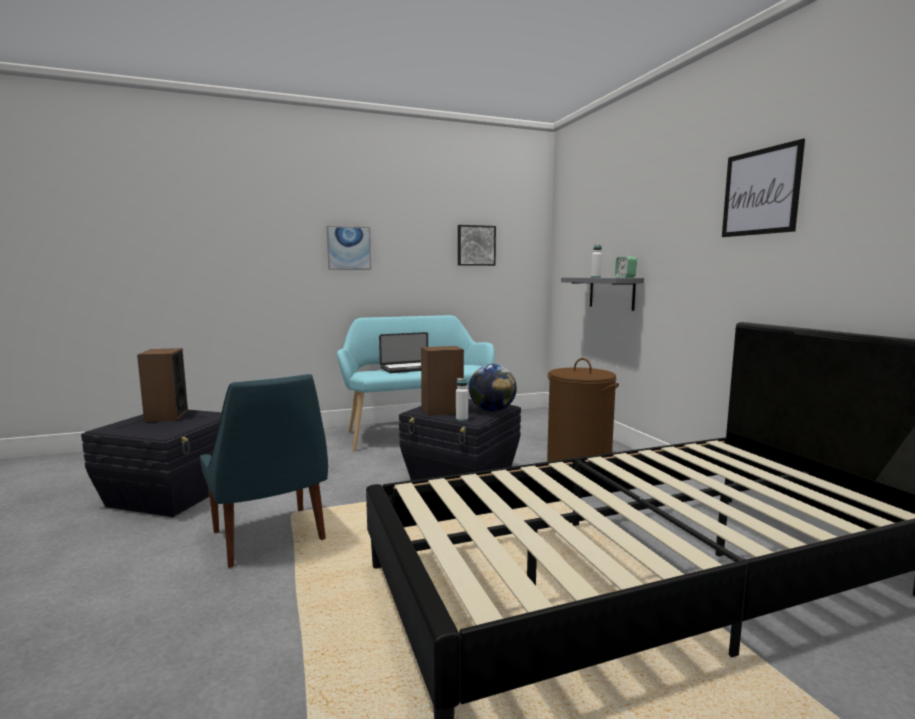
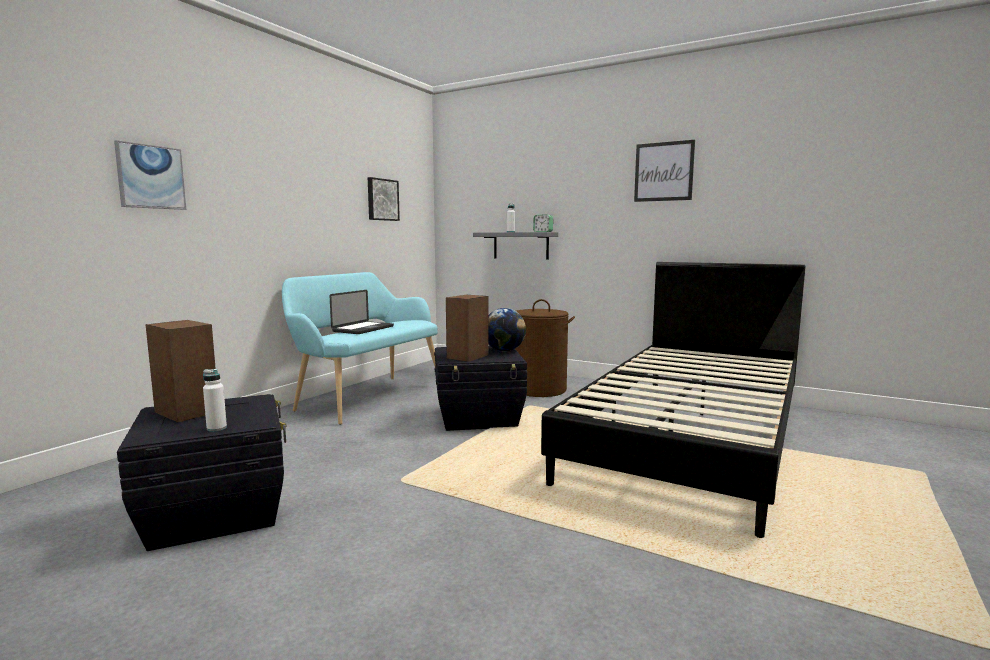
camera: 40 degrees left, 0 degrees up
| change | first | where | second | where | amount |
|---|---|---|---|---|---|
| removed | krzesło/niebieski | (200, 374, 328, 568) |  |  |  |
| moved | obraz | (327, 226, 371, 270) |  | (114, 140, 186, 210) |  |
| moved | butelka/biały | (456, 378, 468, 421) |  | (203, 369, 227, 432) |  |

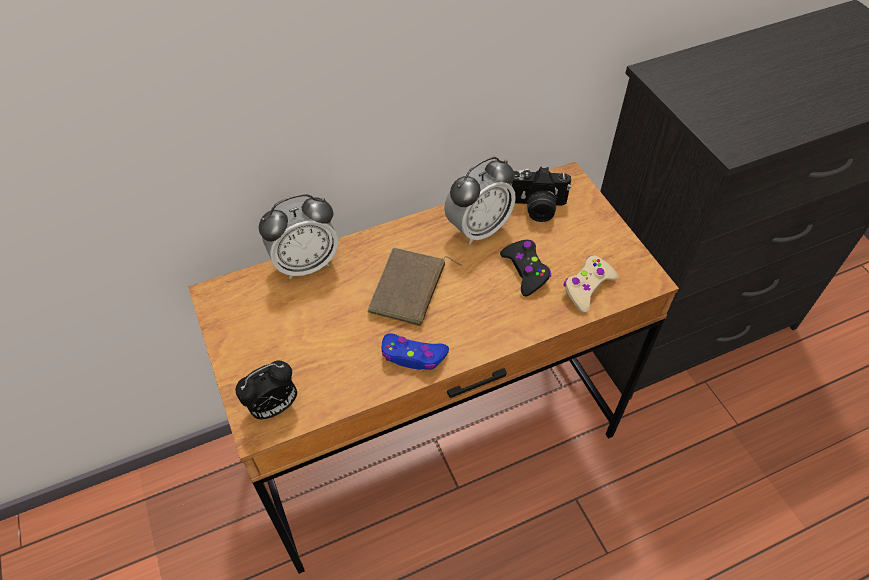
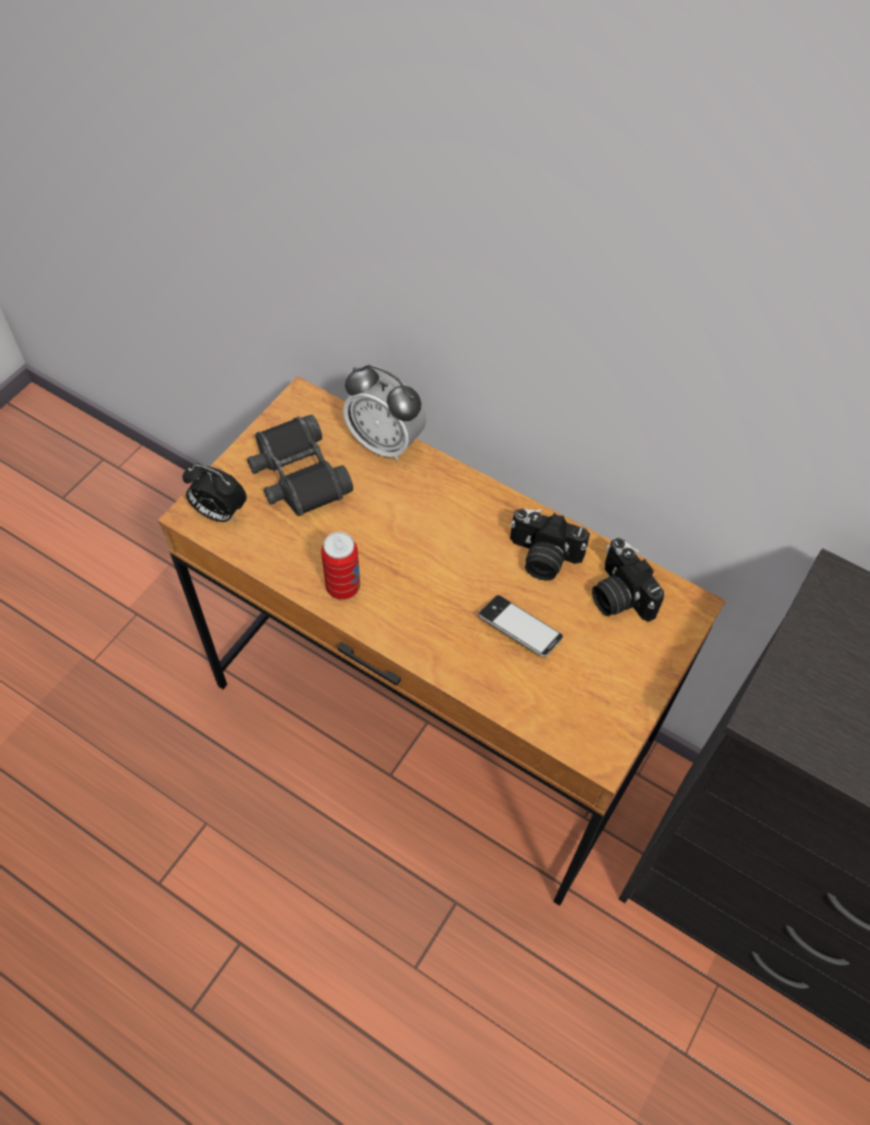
camera: 55 degrees right, 5 degrees up
| change | first | where | second | where | amount |
|---|---|---|---|---|---|
| removed | książka/brązowy | (367, 248, 462, 326) |  |  |  |
| replaced | pad do gier/niebieski | (382, 333, 449, 370) | puszka | (321, 532, 360, 600) |  |
| replaced | budzik | (444, 157, 516, 245) | aparat fotograficzny | (510, 509, 590, 581) |  |
| replaced | pad do gier/czarny | (500, 240, 551, 296) | telefon | (478, 595, 563, 657) |  |
| removed | pad do gier/beżowy | (564, 256, 618, 313) |  |  |  |
| added |  |  | lornetka/czarny | (247, 415, 353, 516) |  |

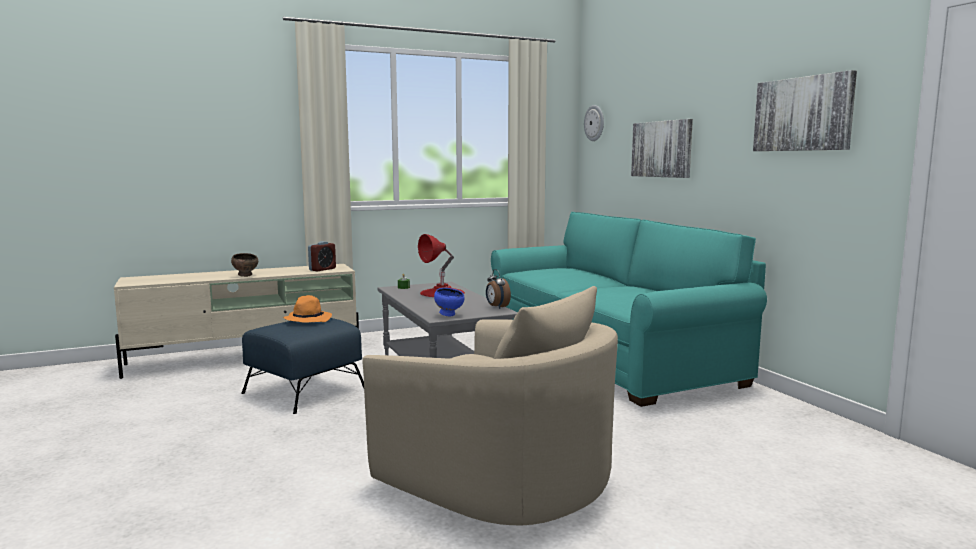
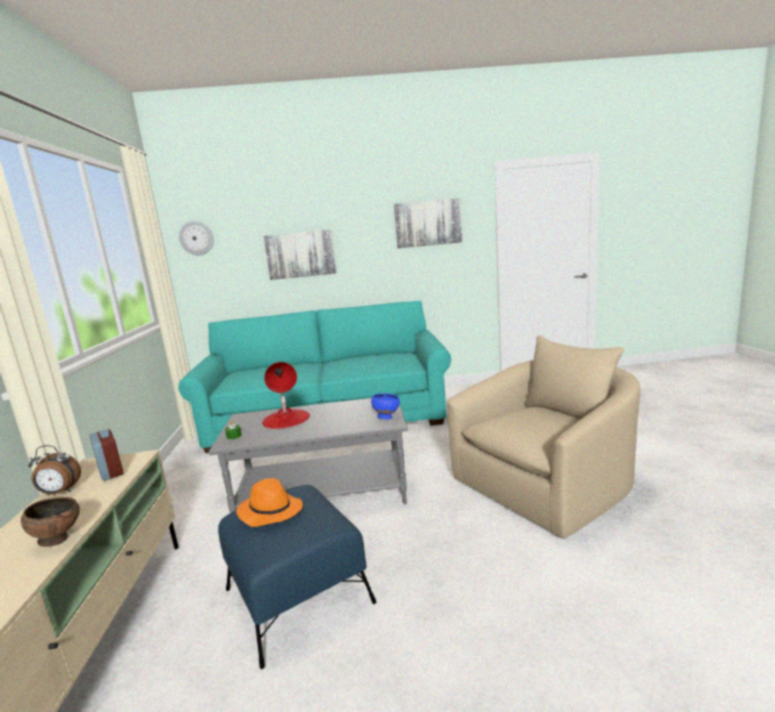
camera: 70 degrees left, 5 degrees up
| change | first | where | second | where | amount |
|---|---|---|---|---|---|
| moved | budzik | (486, 269, 511, 309) |  | (28, 445, 81, 495) |  |

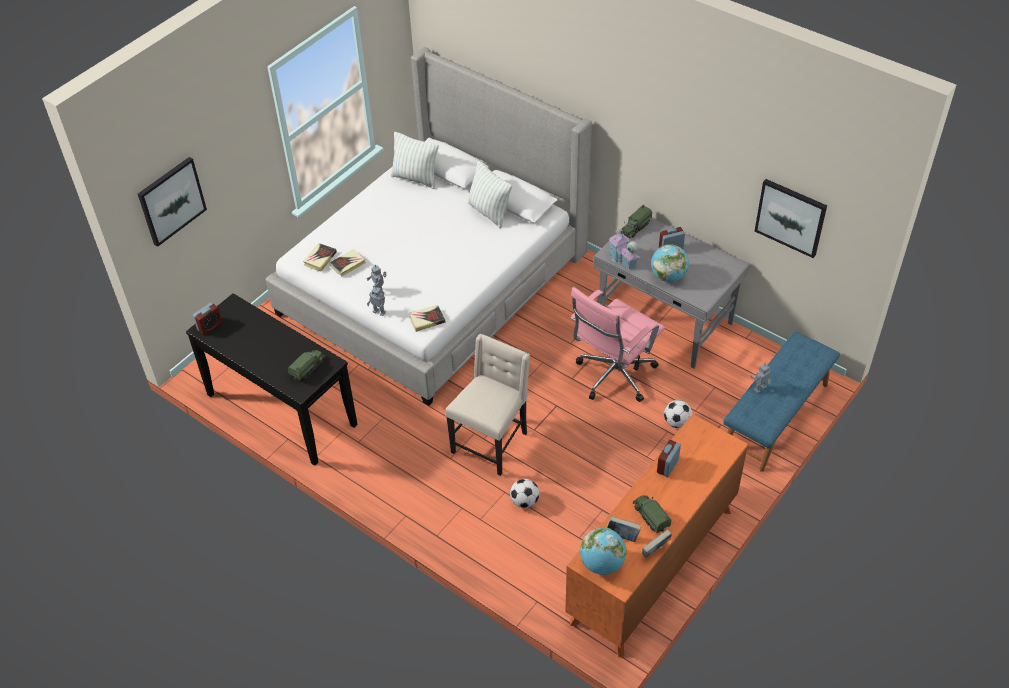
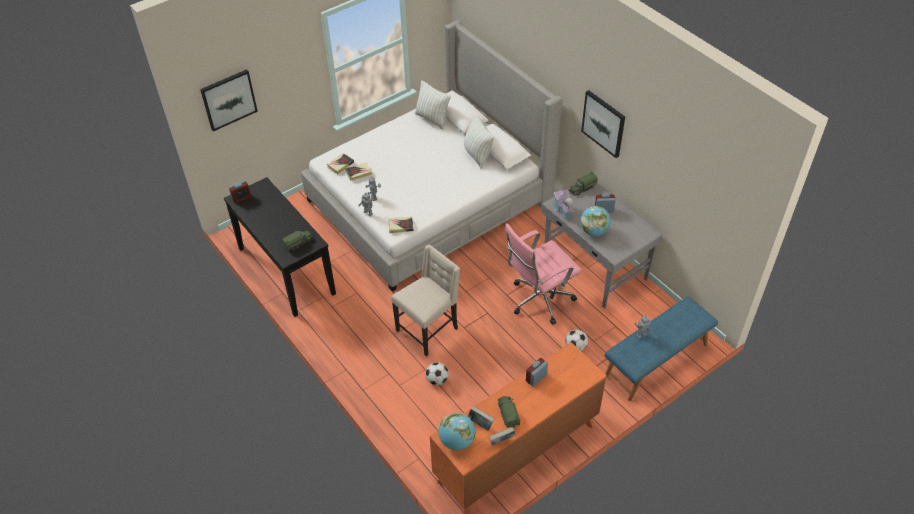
camera: 15 degrees right, 0 degrees up
| change | first | where | second | where | amount |
|---|---|---|---|---|---|
| moved | obraz | (755, 179, 827, 258) |  | (581, 90, 625, 158) |  |

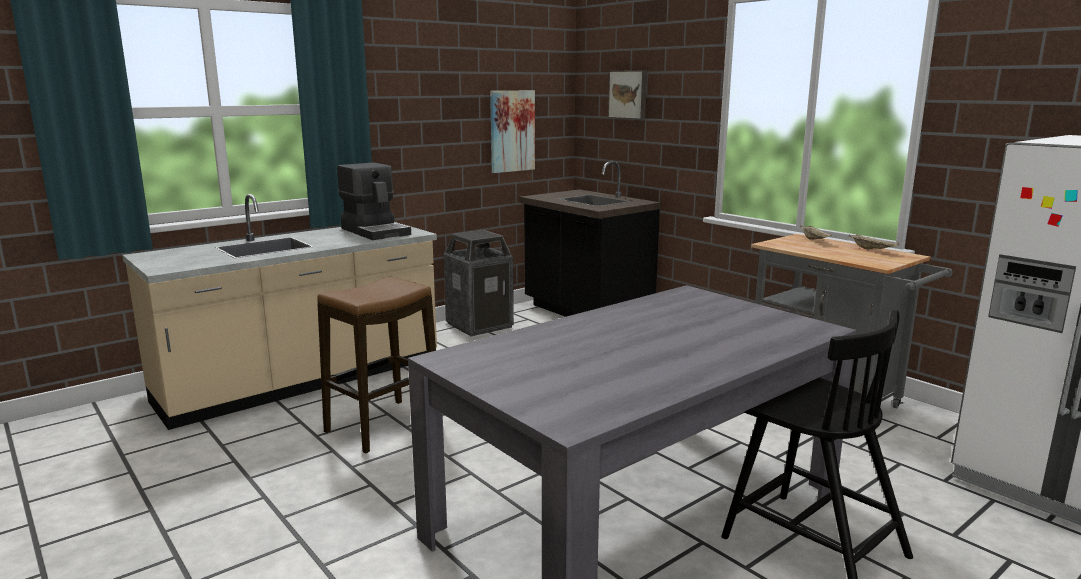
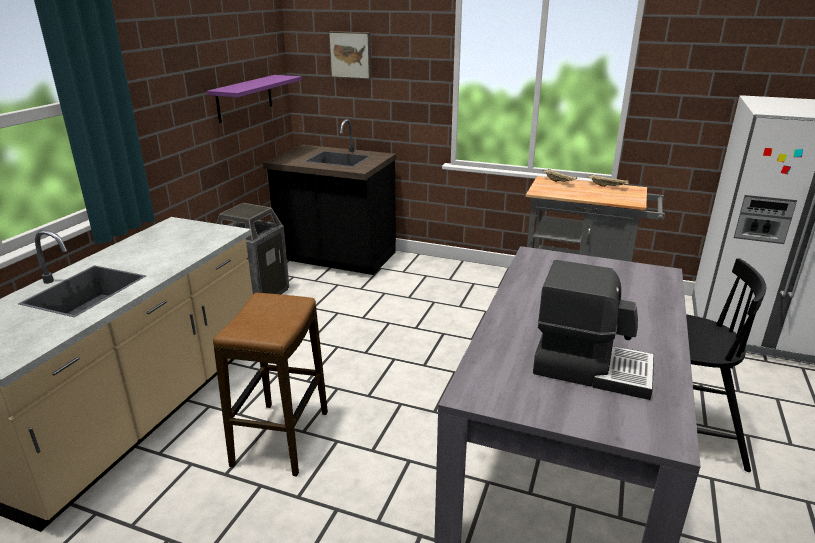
camera: 30 degrees left, 10 degrees up
| change | first | where | second | where | amount |
|---|---|---|---|---|---|
| moved | ekspres do kawy | (337, 163, 411, 240) |  | (533, 260, 654, 400) |  |
| replaced | obraz | (490, 91, 535, 173) | półka/fioletowy | (207, 75, 302, 123) |  |

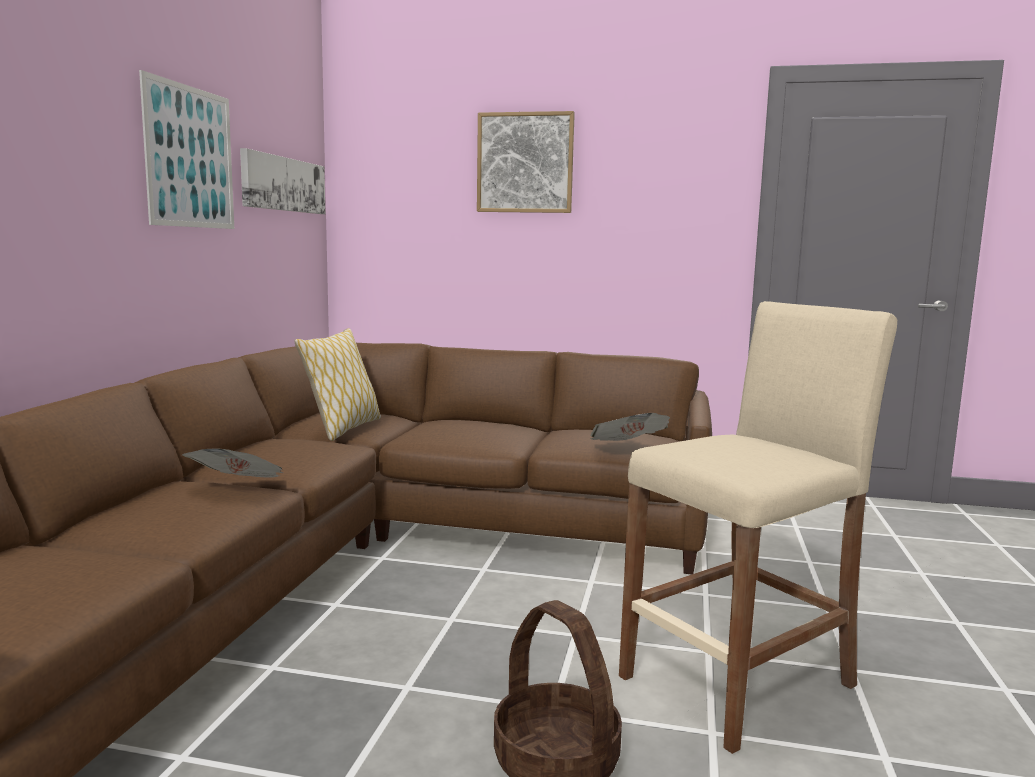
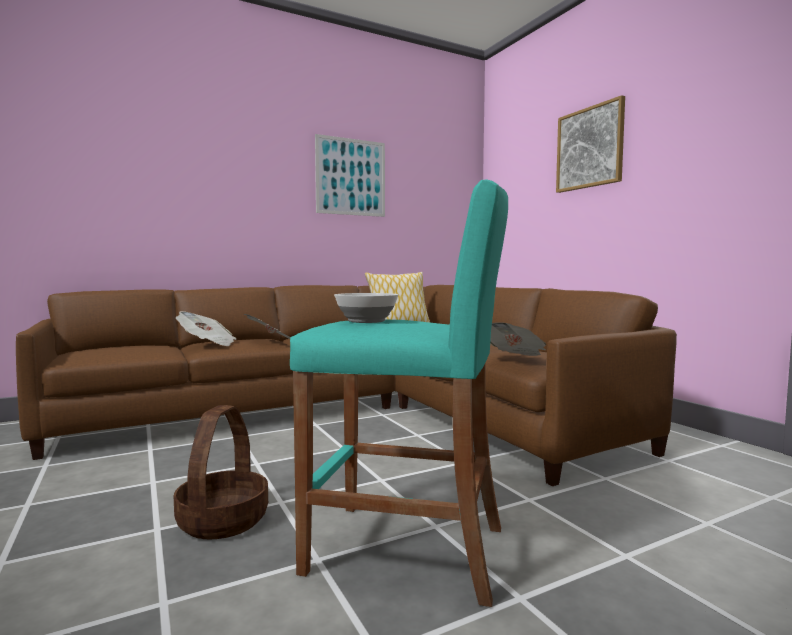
camera: 50 degrees right, 5 degrees down
| change | first | where | second | where | amount |
|---|---|---|---|---|---|
| removed | obraz | (240, 148, 325, 214) |  |  |  |
| recoloured | stołek/beżowy | (619, 301, 897, 754) | stołek/turkusowy | (290, 179, 508, 607) |  |
| added |  |  | gazeta | (176, 311, 237, 346) |  |
| added |  |  | miska | (334, 293, 398, 323) |  |

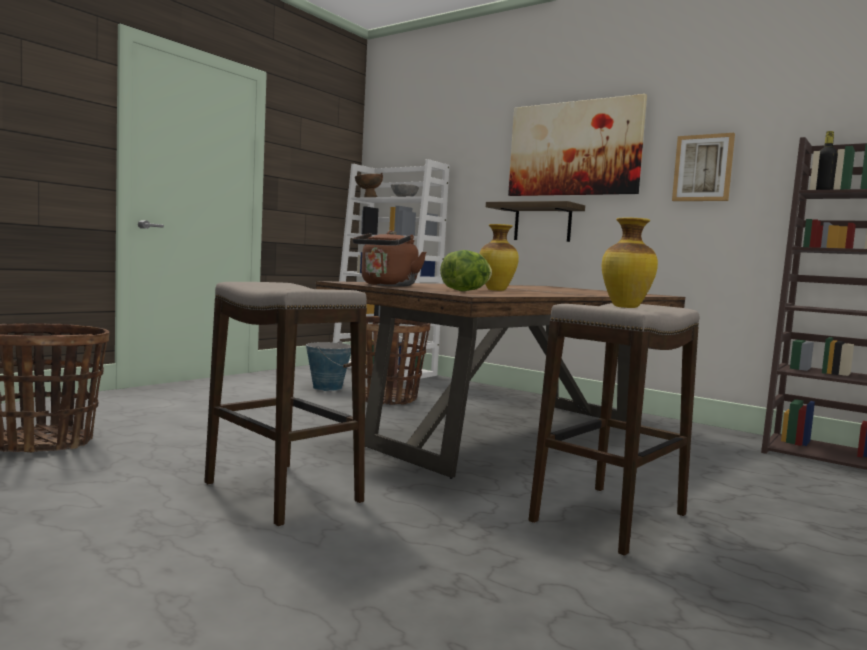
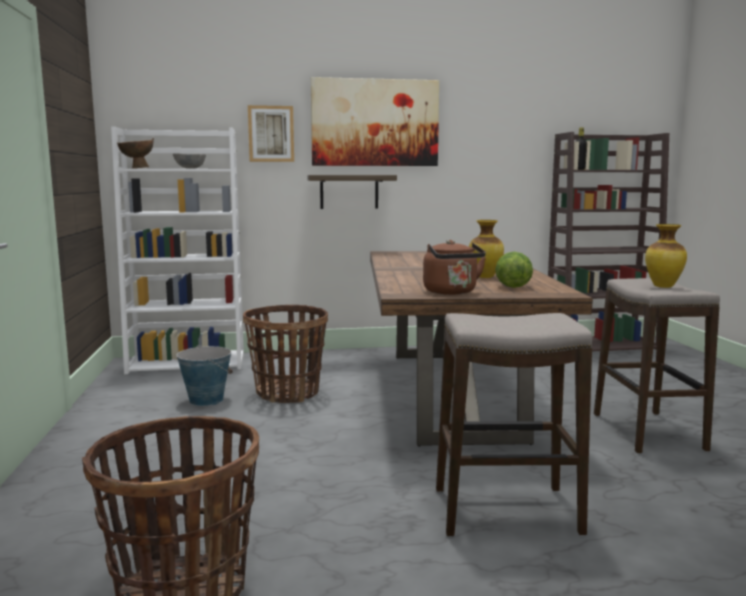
camera: 45 degrees left, 5 degrees up
| change | first | where | second | where | amount |
|---|---|---|---|---|---|
| moved | obraz | (672, 133, 735, 201) |  | (248, 105, 294, 162) |  |

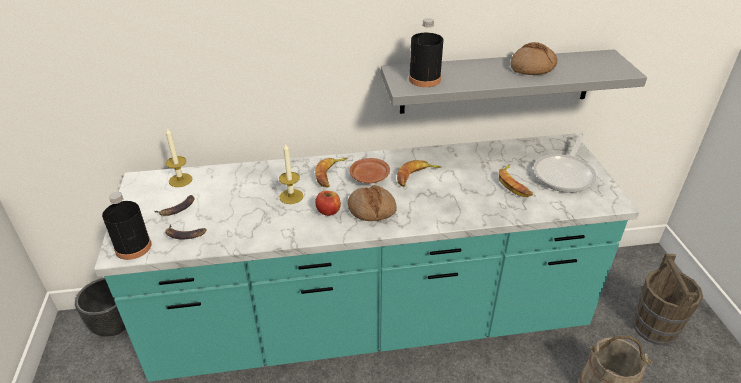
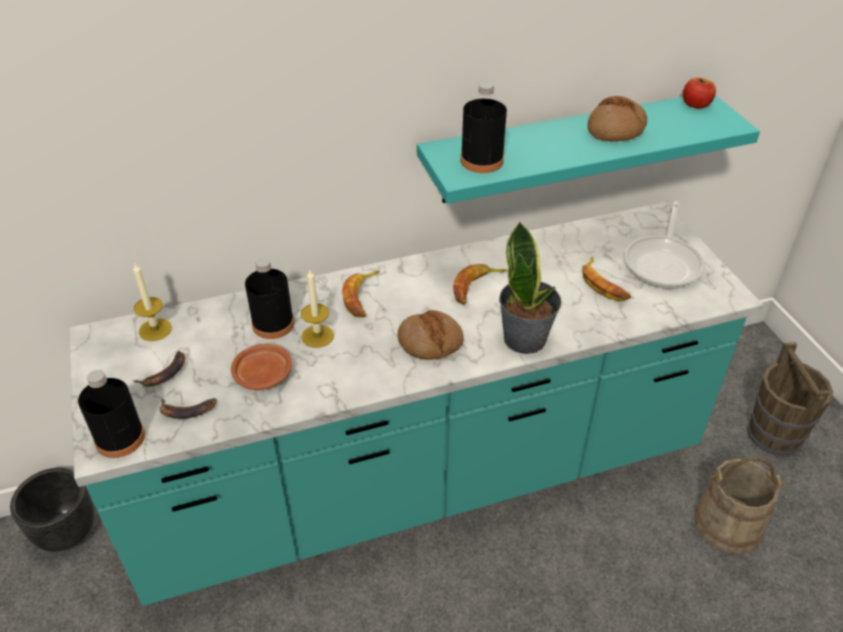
camera: 10 degrees left, 5 degrees up
| change | first | where | second | where | amount |
|---|---|---|---|---|---|
| moved | jabłko | (315, 191, 341, 216) |  | (683, 78, 716, 108) |  |
| moved | talerz/brązowy | (349, 158, 390, 183) |  | (231, 344, 292, 390) |  |
| recoloured | półka/szary | (381, 49, 647, 114) | półka/turkusowy | (417, 95, 760, 204) |  |
| added |  |  | butelka/czarny | (245, 258, 294, 339) |  |
| added |  |  | roślina doniczkowa | (499, 221, 562, 354) |  |

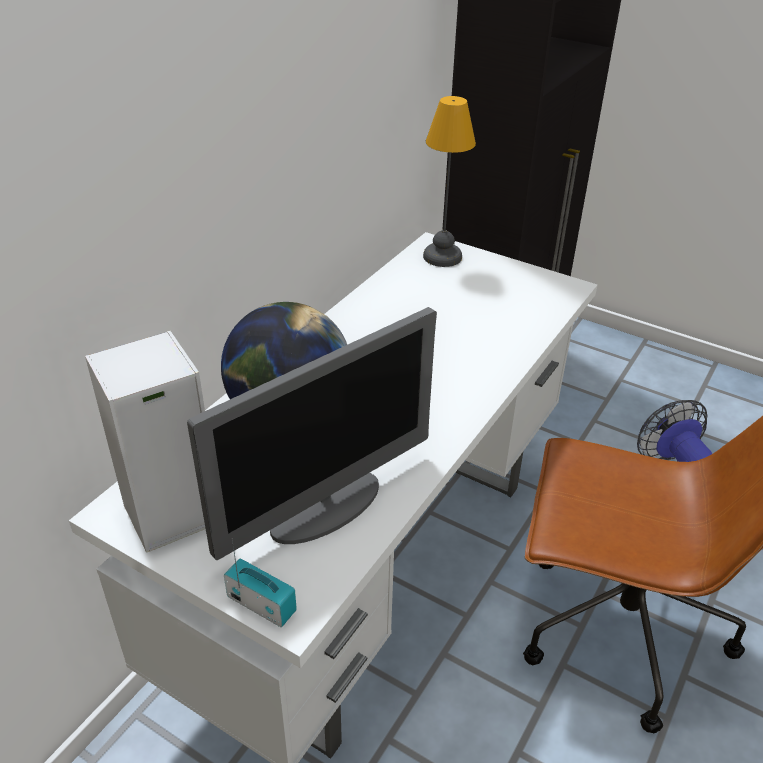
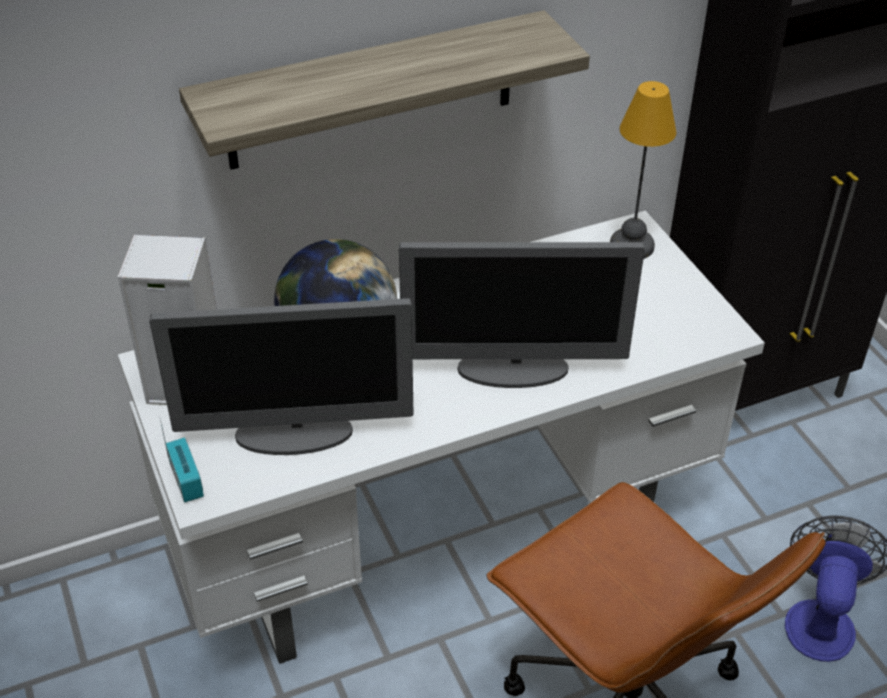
camera: 35 degrees right, 5 degrees up
| change | first | where | second | where | amount |
|---|---|---|---|---|---|
| added |  |  | półka | (179, 10, 590, 170) |  |
| added |  |  | monitor | (399, 242, 645, 388) |  |

